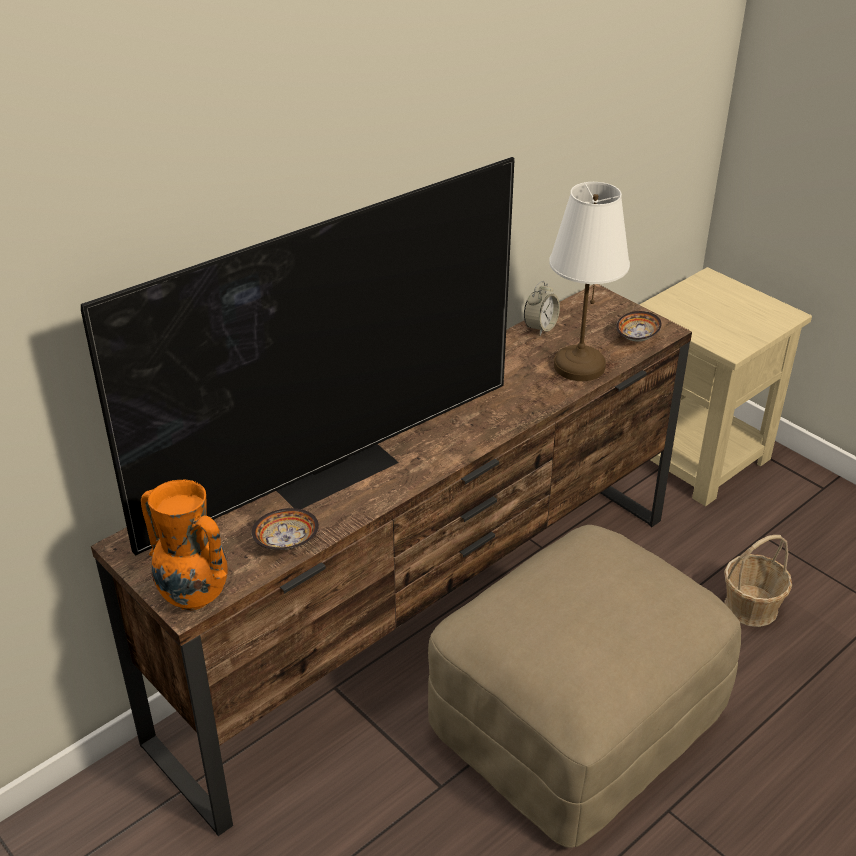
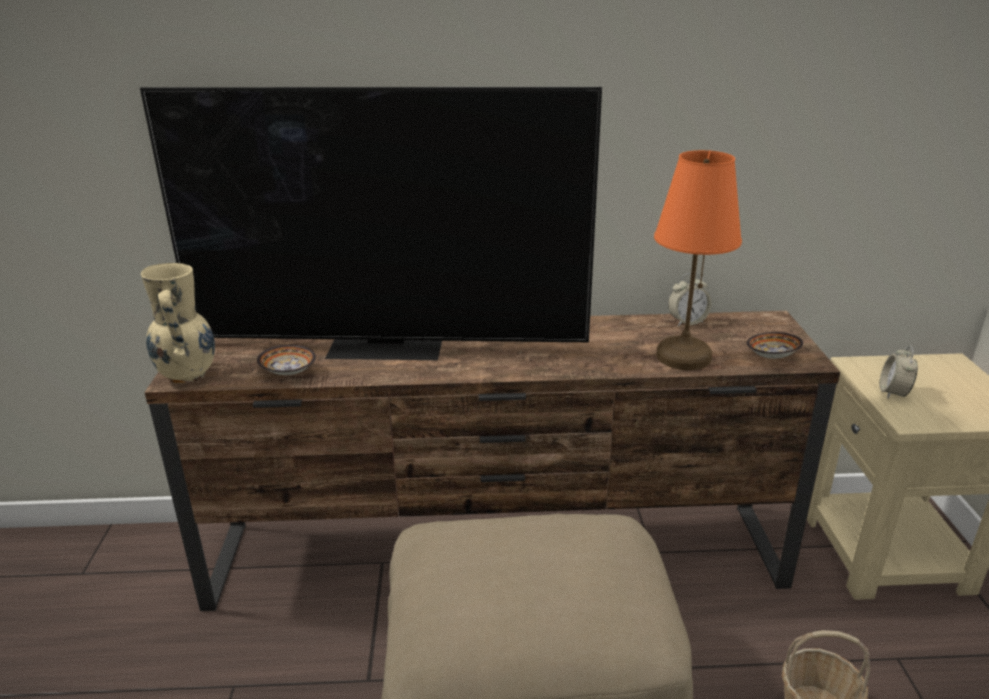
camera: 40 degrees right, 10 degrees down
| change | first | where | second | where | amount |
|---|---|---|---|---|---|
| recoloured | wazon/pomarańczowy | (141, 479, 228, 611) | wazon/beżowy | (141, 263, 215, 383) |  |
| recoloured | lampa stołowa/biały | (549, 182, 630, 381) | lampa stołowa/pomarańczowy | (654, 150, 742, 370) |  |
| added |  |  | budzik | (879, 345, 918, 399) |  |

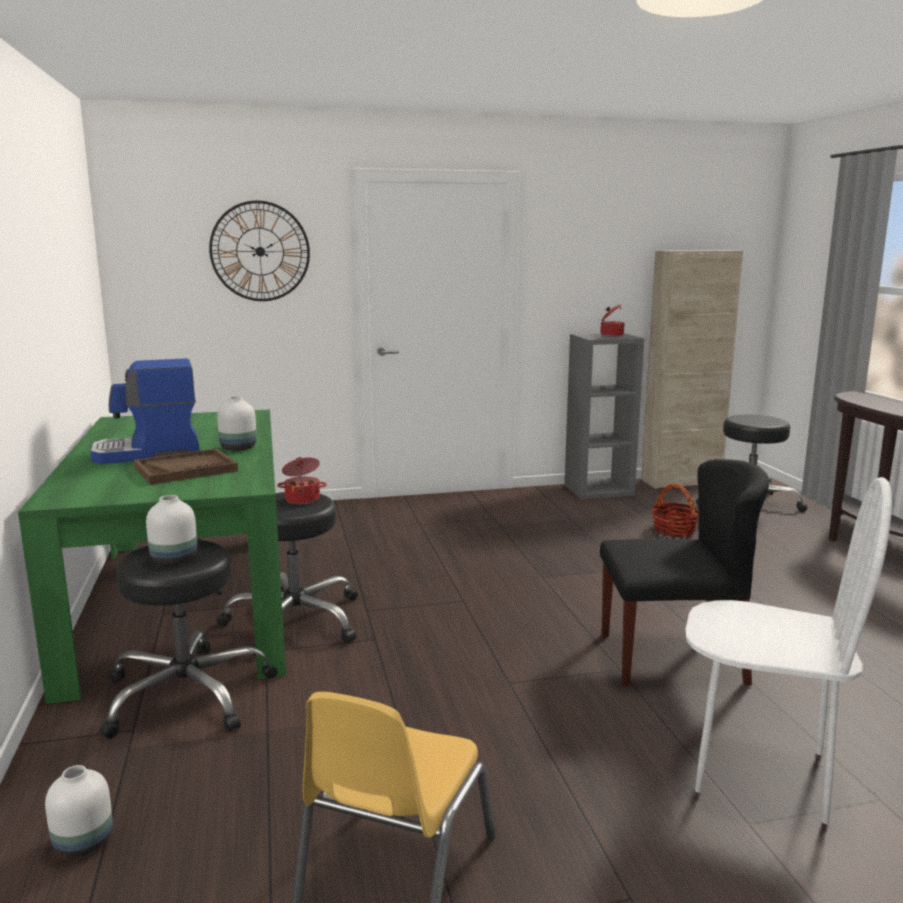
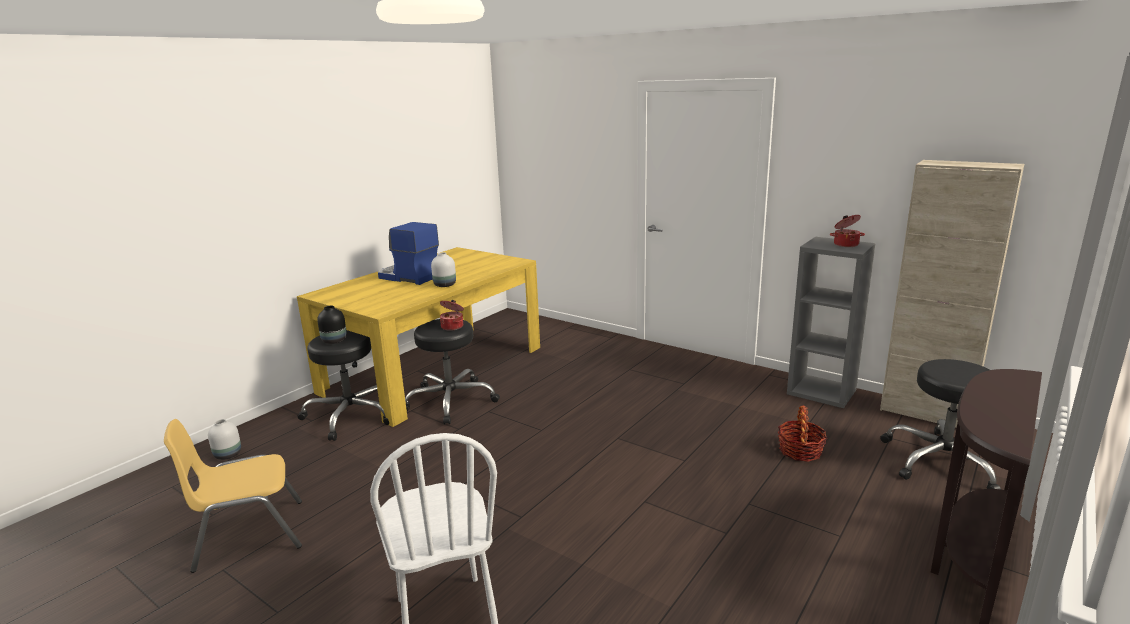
camera: 50 degrees right, 5 degrees up
| change | first | where | second | where | amount |
|---|---|---|---|---|---|
| recoloured | stół jadalny/zielony | (18, 410, 286, 704) | stół jadalny/żółty | (297, 247, 540, 427) |  |
| removed | taca/brązowy | (134, 449, 238, 485) |  |  |  |
| recoloured | wazon/biały | (146, 495, 197, 565) | wazon/czarny | (317, 306, 347, 344) |  |
| removed | zegar ścienny | (209, 200, 310, 301) |  |  |  |
| removed | krzesło/czarny | (600, 459, 769, 686) |  |  |  |

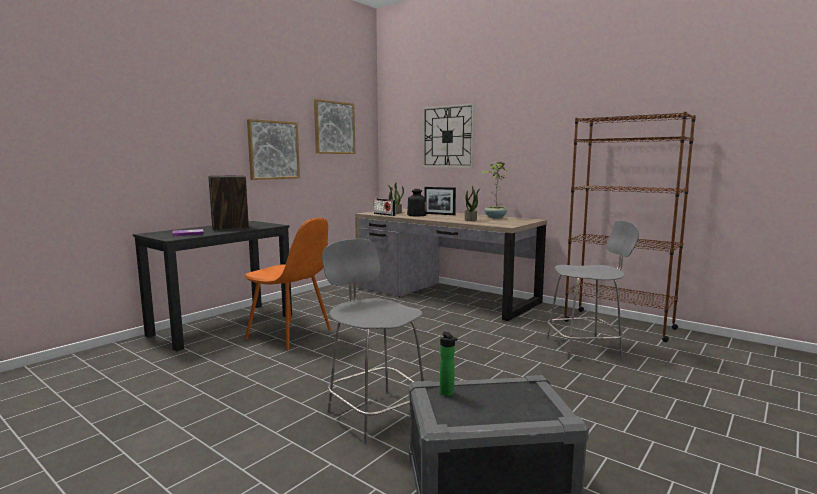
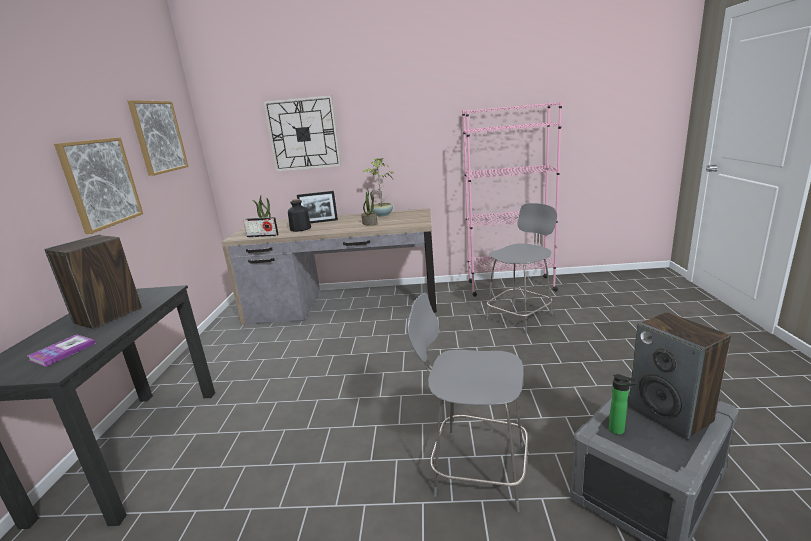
camera: 35 degrees left, 10 degrees up
| change | first | where | second | where | amount |
|---|---|---|---|---|---|
| removed | krzesło/pomarańczowy | (244, 218, 331, 350) |  |  |  |
| recoloured | regał/brązowy | (564, 112, 696, 342) | regał/różowy | (462, 102, 562, 297) |  |
| added |  |  | głośnik | (629, 312, 731, 440) |  |

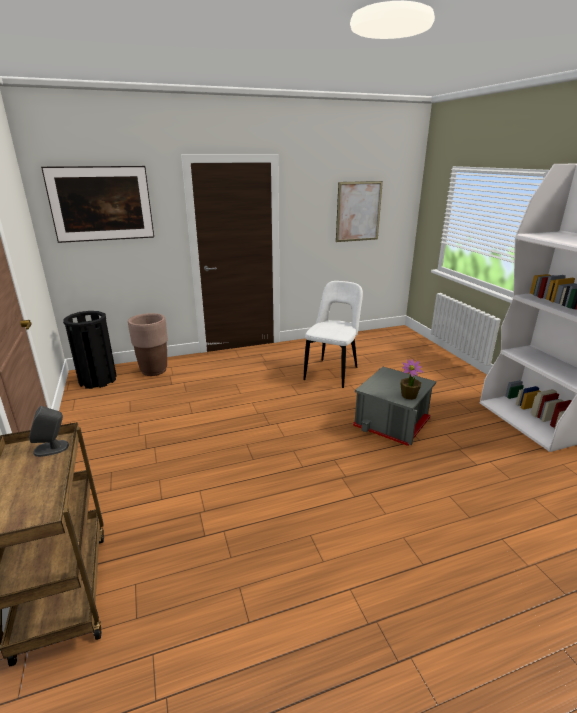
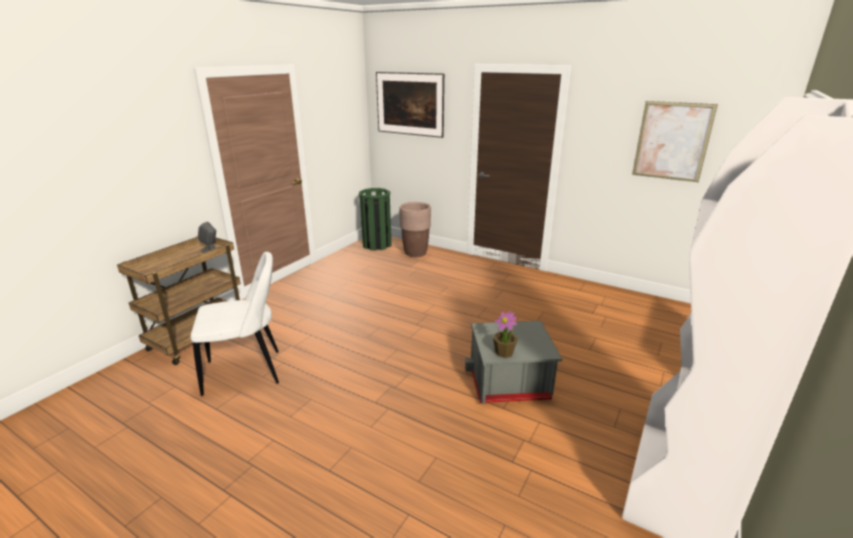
camera: 50 degrees right, 0 degrees up
| change | first | where | second | where | amount |
|---|---|---|---|---|---|
| recoloured | kosz na śmieci/czarny | (63, 311, 117, 389) | kosz na śmieci/zielony | (359, 188, 391, 251) |  |
| moved | krzesło/biały | (303, 281, 363, 388) |  | (191, 252, 279, 396) |  |

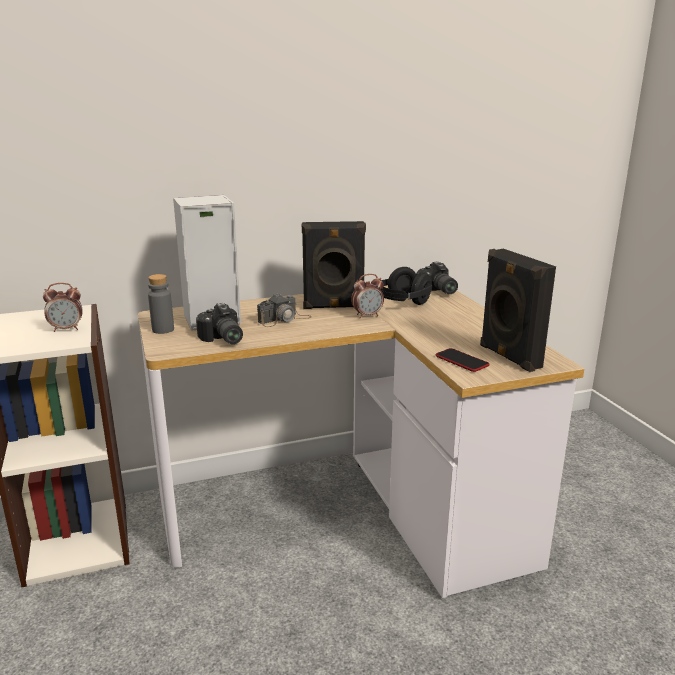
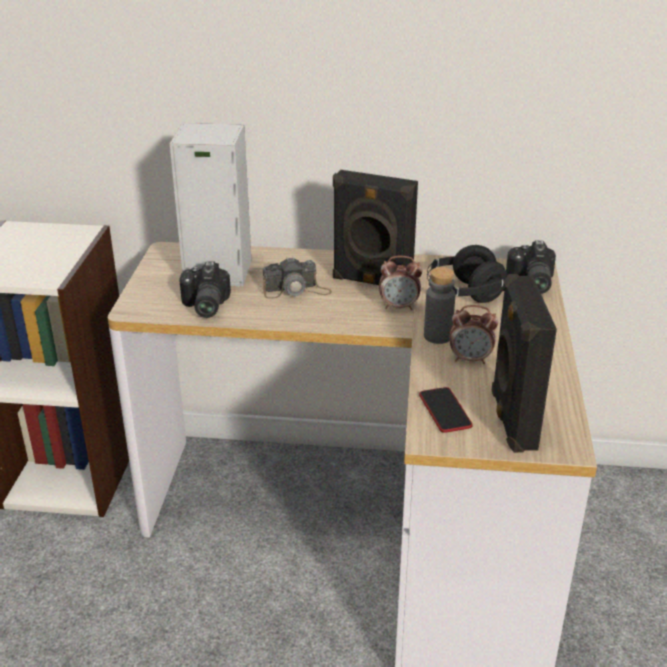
camera: 25 degrees right, 10 degrees up
| change | first | where | second | where | amount |
|---|---|---|---|---|---|
| moved | budzik | (43, 283, 83, 332) |  | (449, 305, 498, 364) |  |
| moved | butelka/szary | (148, 274, 174, 334) |  | (424, 267, 455, 344) |  |

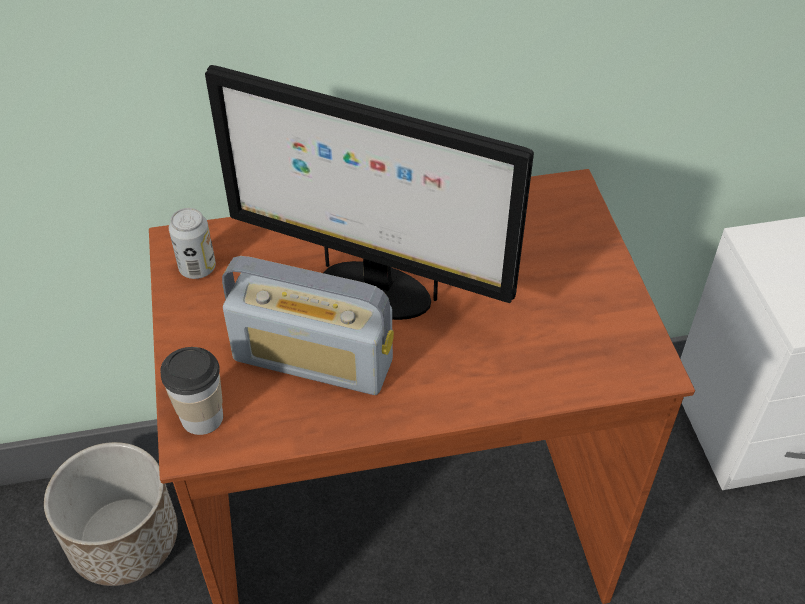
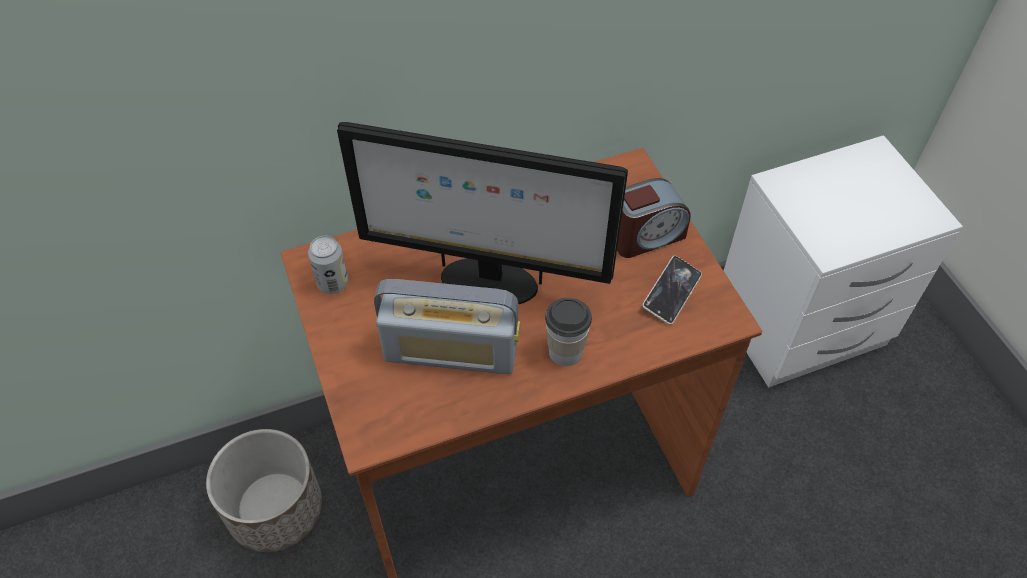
camera: 10 degrees left, 5 degrees up
| change | first | where | second | where | amount |
|---|---|---|---|---|---|
| moved | filiżanka | (160, 347, 223, 435) |  | (545, 298, 592, 366) |  |
| added |  |  | budzik | (617, 178, 691, 258) |  |
| added |  |  | telefon | (642, 256, 702, 325) |  |

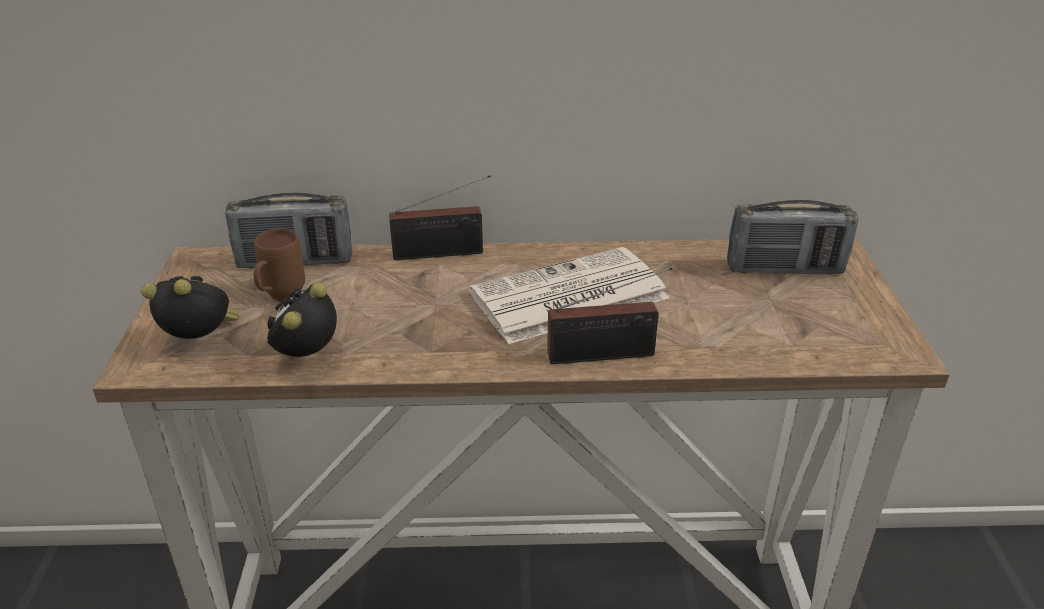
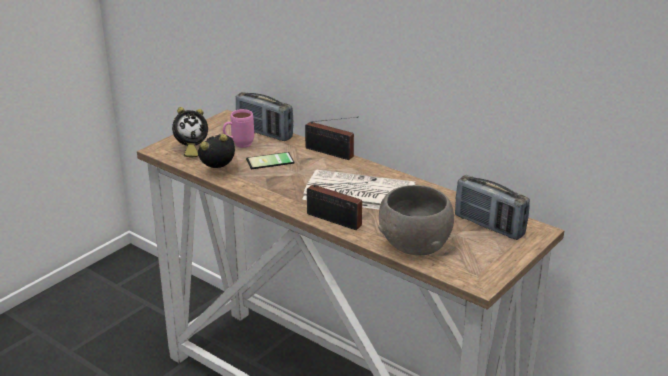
camera: 40 degrees right, 5 degrees down
| change | first | where | second | where | amount |
|---|---|---|---|---|---|
| turned | budzik | (141, 276, 239, 339) |  | (172, 107, 208, 157) | 105 degrees clockwise |
| recoloured | kubek/brązowy | (254, 228, 305, 302) | kubek/różowy | (223, 109, 254, 148) |  |
| added |  |  | telefon | (246, 152, 294, 169) |  |
| added |  |  | miska/szary | (378, 185, 454, 255) |  |

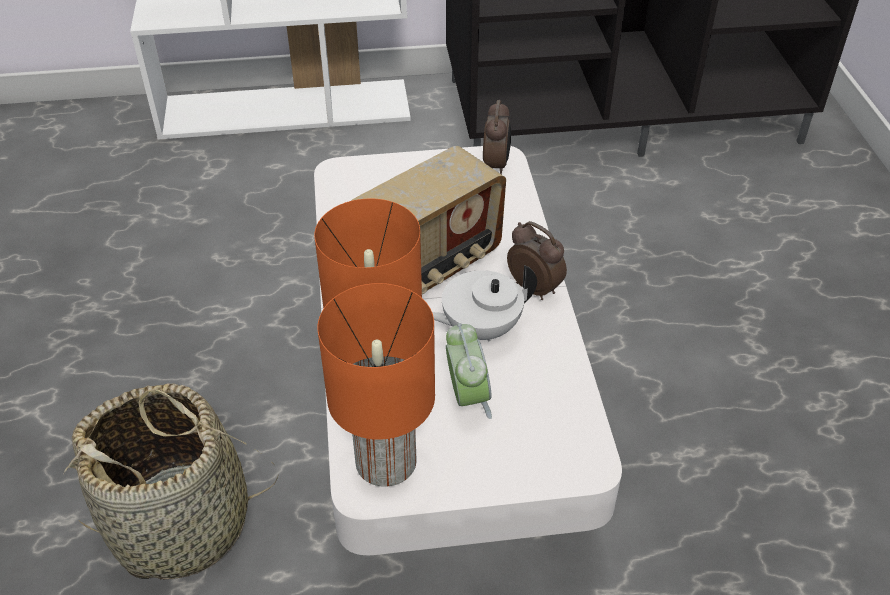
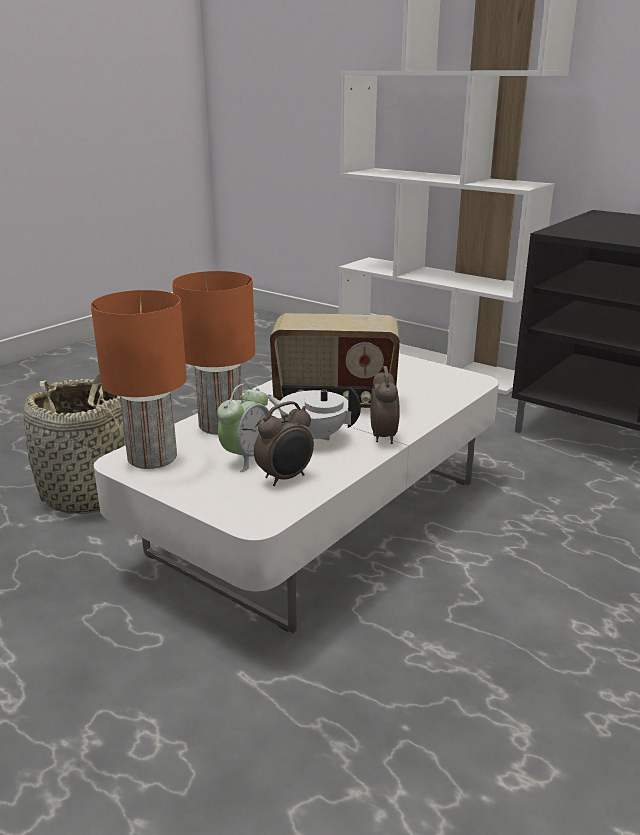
camera: 45 degrees right, 20 degrees down
| change | first | where | second | where | amount |
|---|---|---|---|---|---|
| moved | budzik | (483, 100, 511, 175) |  | (254, 401, 314, 486) |  |

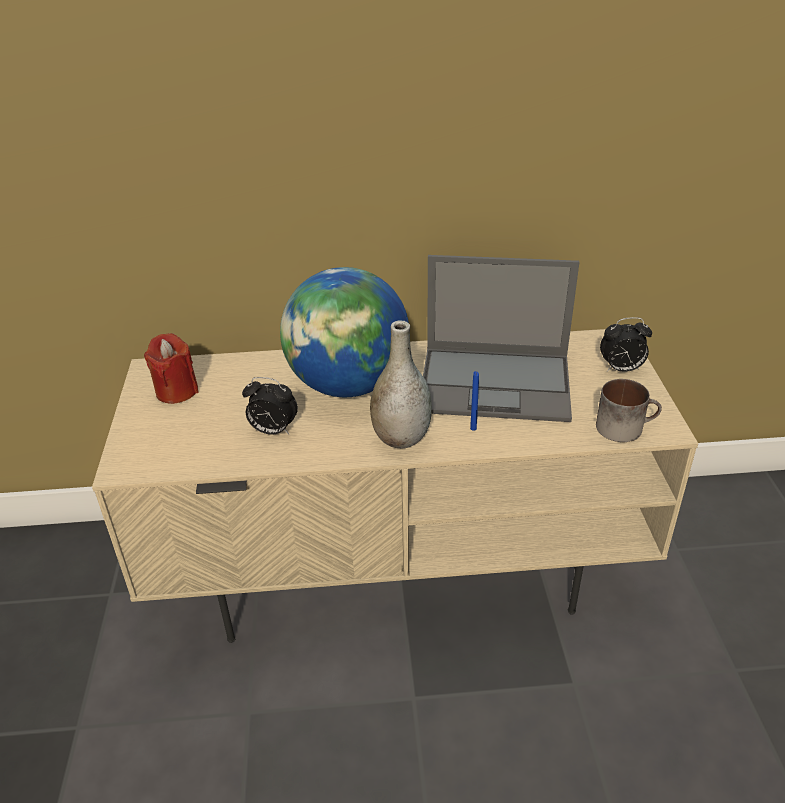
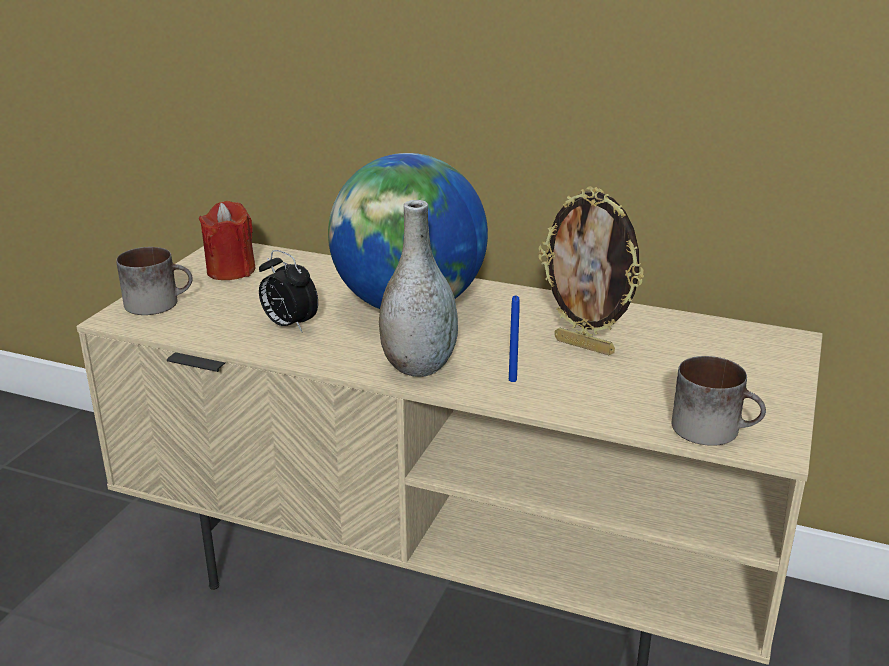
camera: 25 degrees right, 10 degrees down
| change | first | where | second | where | amount |
|---|---|---|---|---|---|
| replaced | laptop | (423, 255, 579, 422) | ramka na zdjęcie | (539, 187, 644, 355) |  |
| removed | budzik | (600, 317, 652, 372) |  |  |  |
| added |  |  | kubek | (116, 247, 193, 315) |  |

